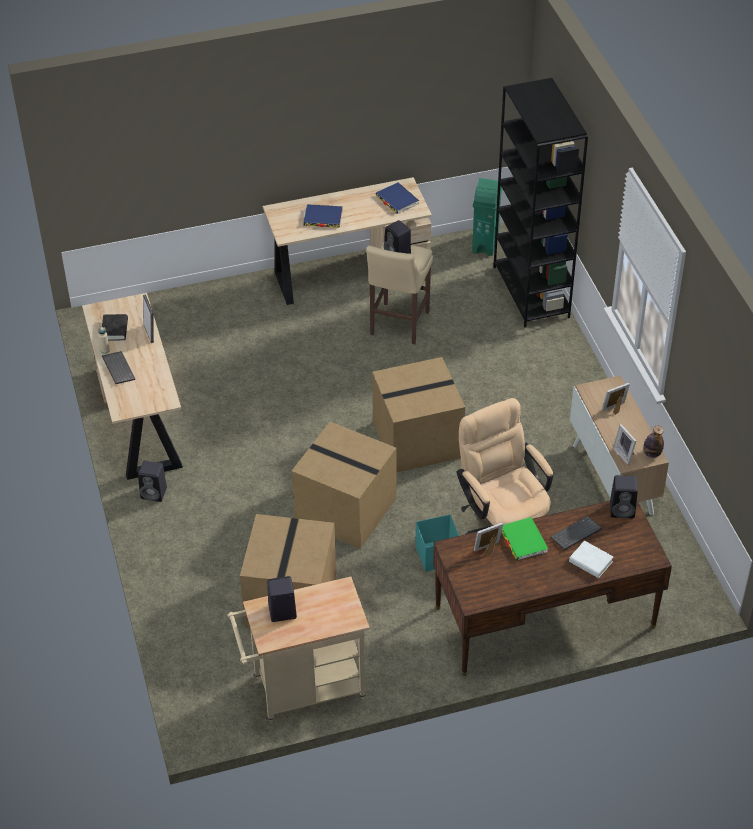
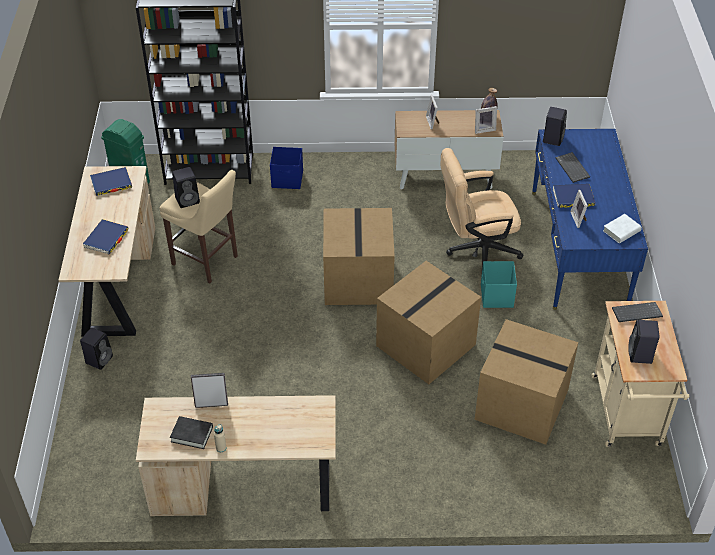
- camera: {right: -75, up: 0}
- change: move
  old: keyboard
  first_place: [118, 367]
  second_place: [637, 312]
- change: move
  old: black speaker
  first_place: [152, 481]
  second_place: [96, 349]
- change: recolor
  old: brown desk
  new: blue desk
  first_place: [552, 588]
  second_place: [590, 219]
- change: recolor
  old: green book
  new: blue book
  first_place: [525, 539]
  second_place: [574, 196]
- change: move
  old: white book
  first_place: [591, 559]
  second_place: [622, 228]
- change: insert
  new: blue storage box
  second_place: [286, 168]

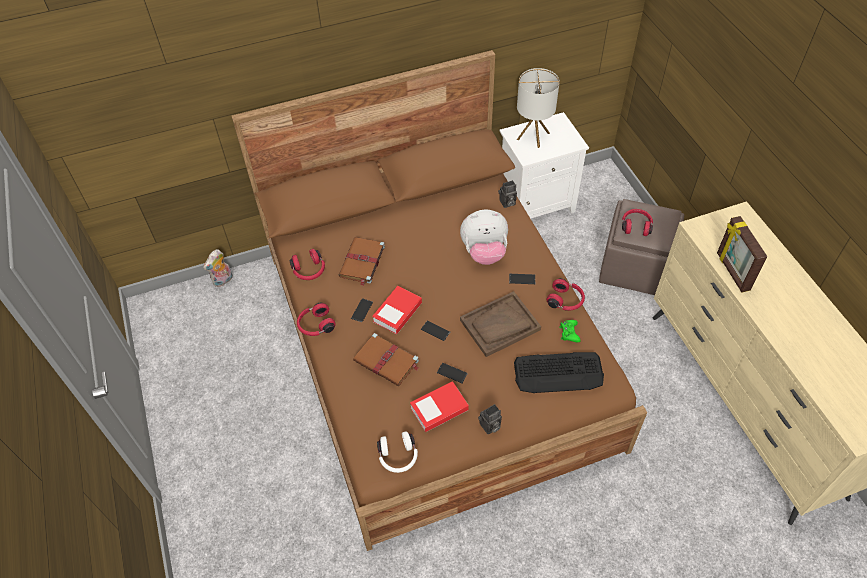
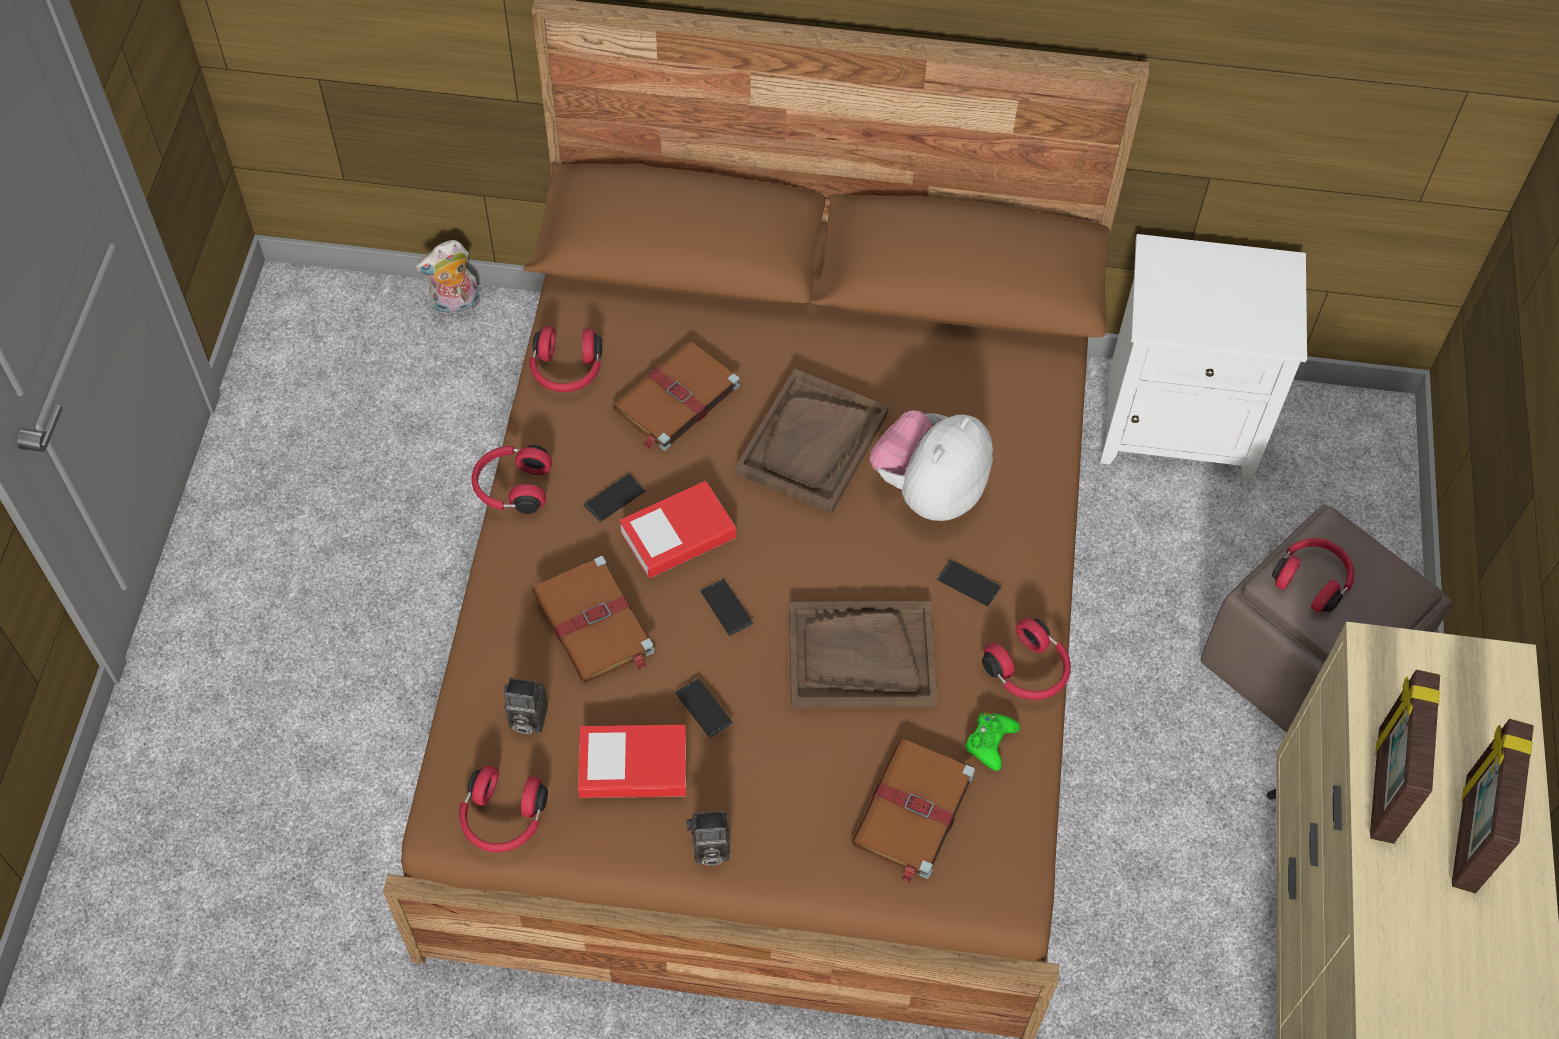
- camera: {right: 25, up: 5}
- change: delete
  old: table lamp
  first_place: [538, 108]
- change: move
  old: photo camera
  first_place: [507, 194]
  second_place: [526, 706]
- change: rotate
  old: plush toy
  first_place: [484, 237]
  second_place: [931, 465]
  degrees: 105
- change: replace
  old: keyboard
  new: brown book
  first_place: [559, 372]
  second_place: [913, 811]
- change: recolor
  old: white headphones
  new: red headphones
  first_place: [397, 452]
  second_place: [503, 808]
- change: insert
  new: brown tray
  second_place: [812, 441]
- change: insert
  new: picture frame
  second_place: [1493, 806]

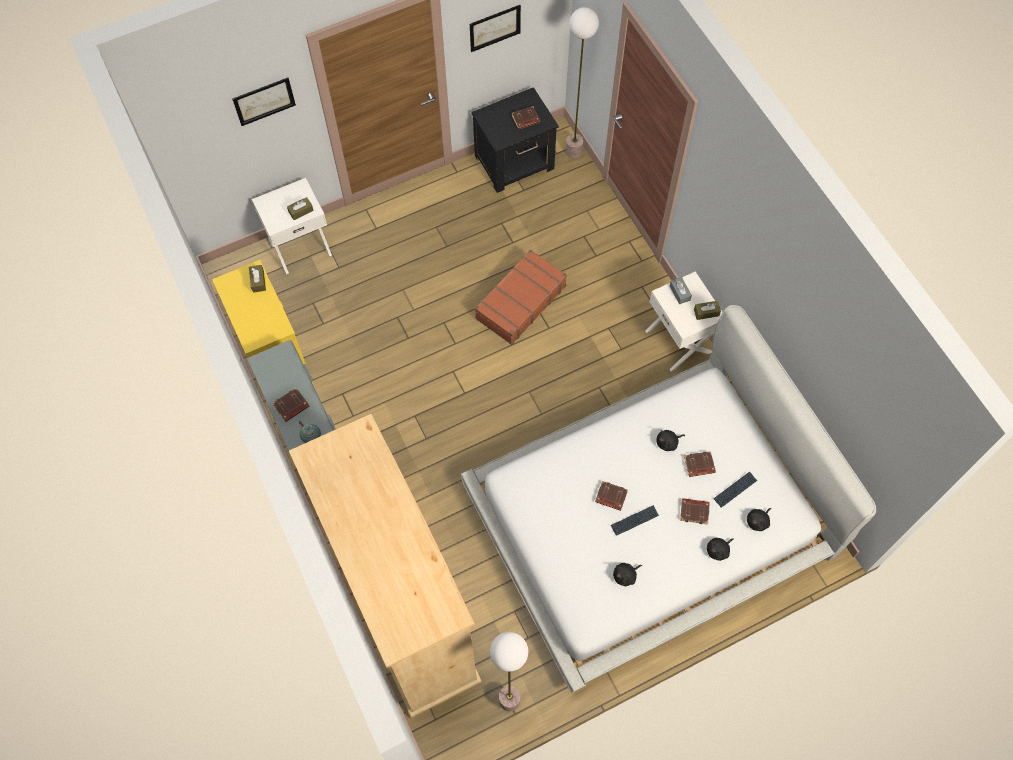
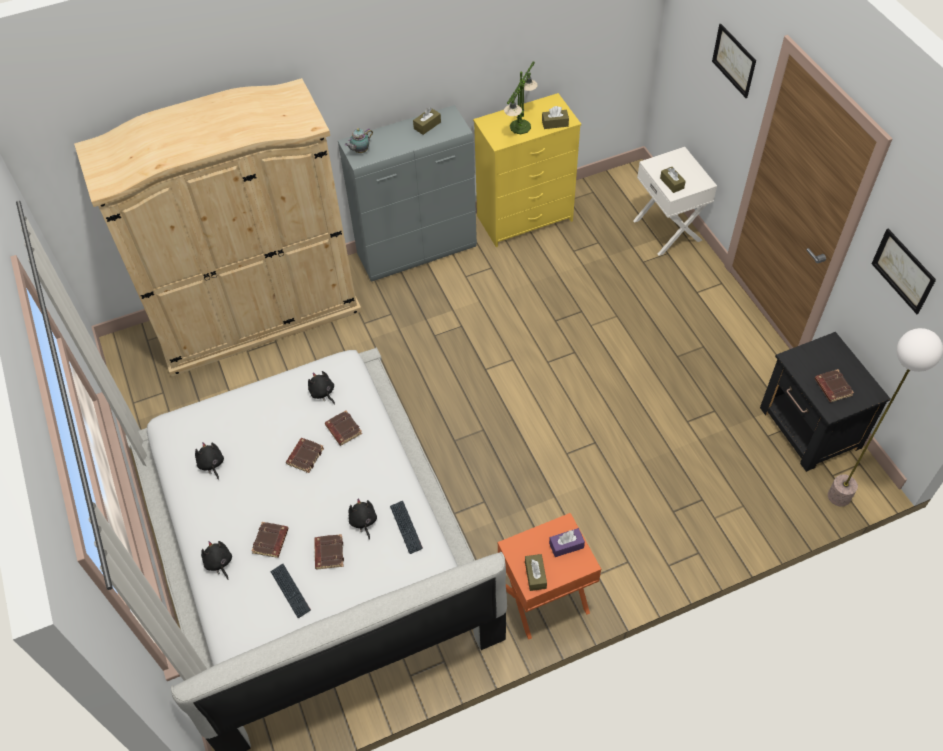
- camera: {right: 95, up: -10}
- change: delete
  old: brown suitcase
  first_place: [521, 297]
- change: recolor
  old: white nightstand
  new: orange nightstand
  first_place: [684, 321]
  second_place: [549, 576]
- change: recolor
  old: grey tissue box
  new: purple tissue box
  first_place: [681, 290]
  second_place: [567, 542]
- change: move
  old: brown book
  first_place: [290, 405]
  second_place: [343, 428]
- change: move
  old: keyboard
  first_place: [635, 520]
  second_place: [406, 527]
- change: move
  old: black plush toy
  first_place: [759, 519]
  second_place: [321, 388]
- change: delete
  old: floor lamp
  first_place: [509, 671]
- change: insert
  new: table lamp
  second_place: [521, 97]
- change: insert
  new: brown tissue box
  second_place: [427, 121]

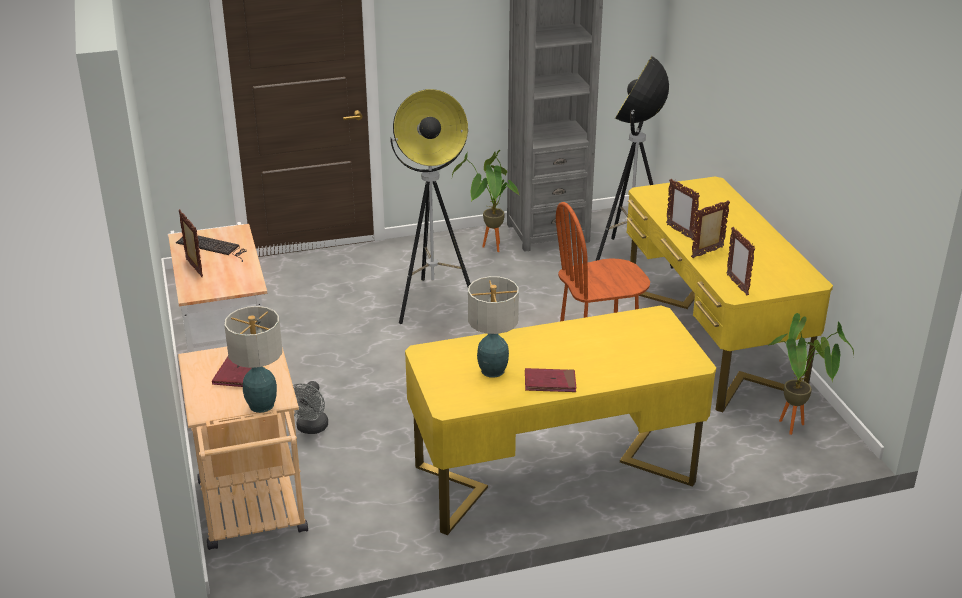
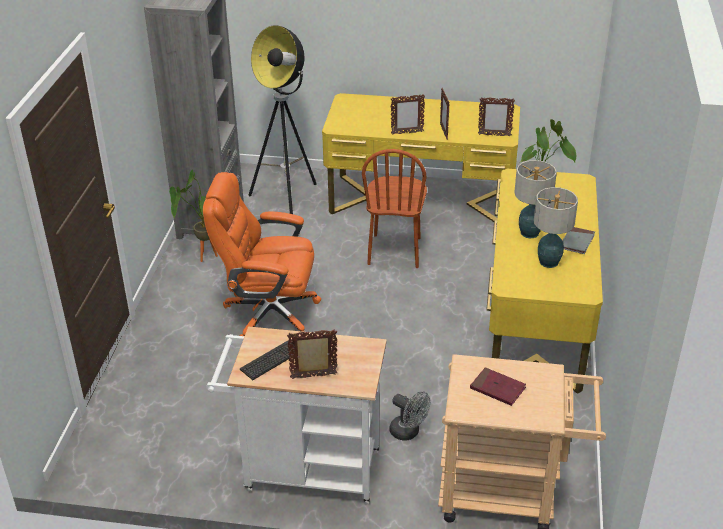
- camera: {right: -65, up: 5}
- change: replace
  old: floor lamp
  new: orange office chair
  first_place: [430, 206]
  second_place: [262, 254]
- change: move
  old: table lamp
  first_place: [253, 359]
  second_place: [535, 199]
- change: recolor
  old: red book
  new: grey book
  first_place: [550, 380]
  second_place: [579, 240]

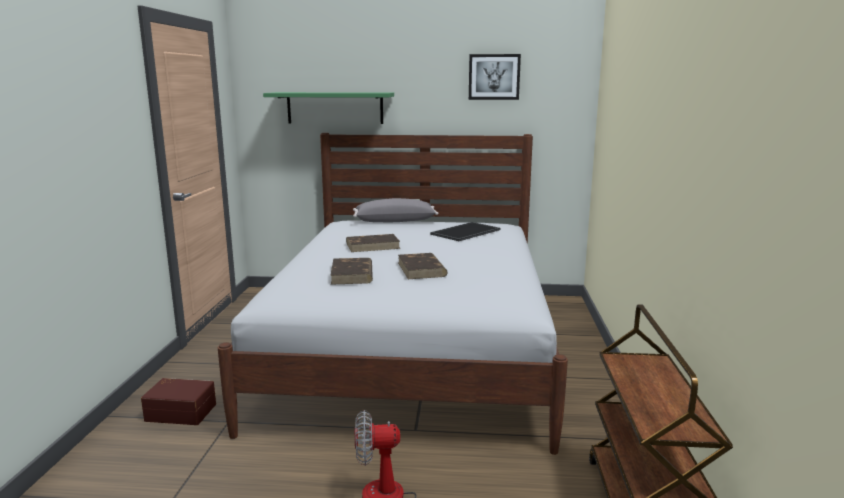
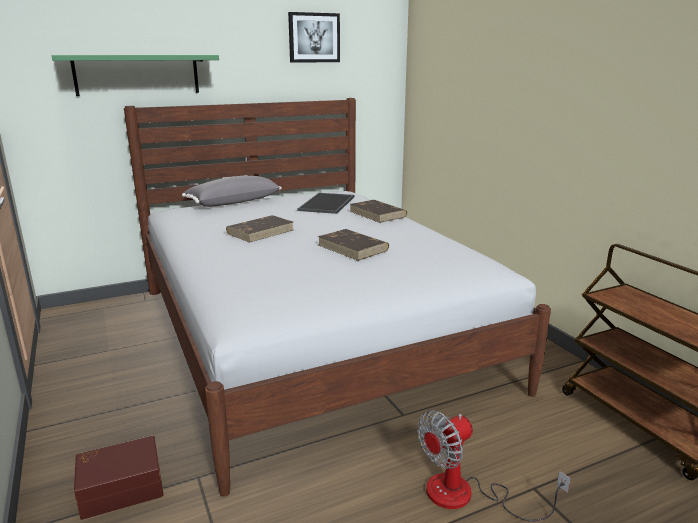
- camera: {right: -30, up: 5}
- change: move
  old: brown book
  first_place: [351, 271]
  second_place: [378, 211]

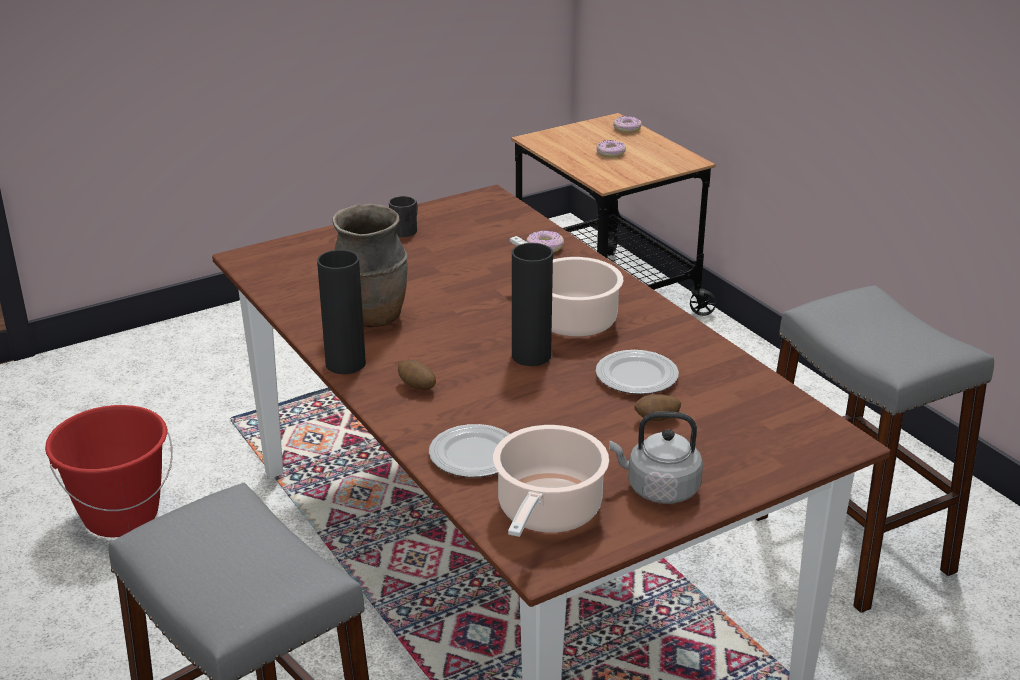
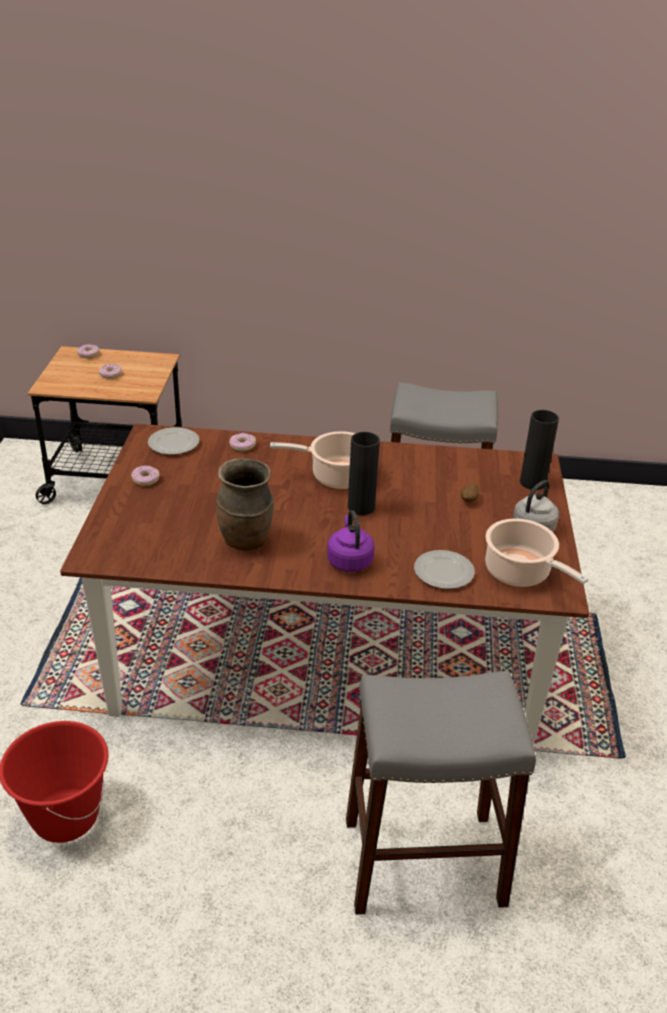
- camera: {right: -55, up: 5}
- change: replace
  old: black mug
  new: donut
  first_place: [403, 216]
  second_place: [145, 476]
- change: move
  old: black vase
  first_place: [341, 312]
  second_place: [539, 450]
- change: move
  old: plate
  first_place: [637, 372]
  second_place: [173, 441]
- change: replace
  old: potato
  new: purple kettle
  first_place: [417, 375]
  second_place: [350, 541]

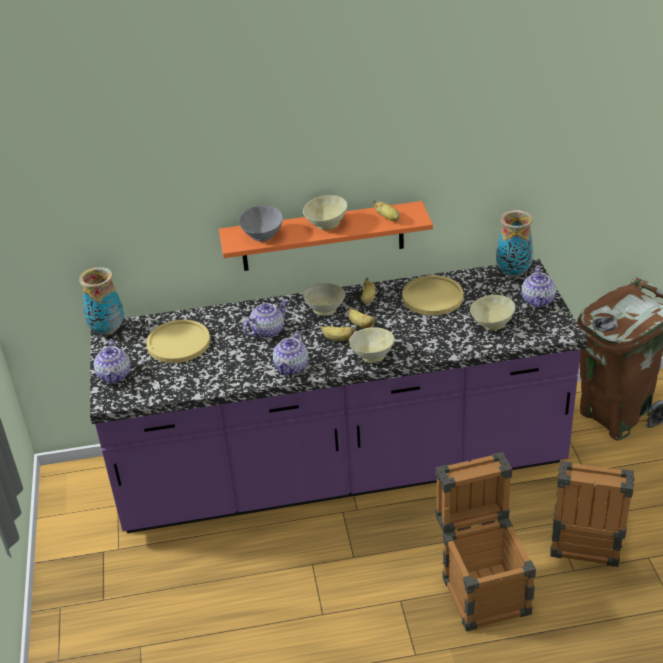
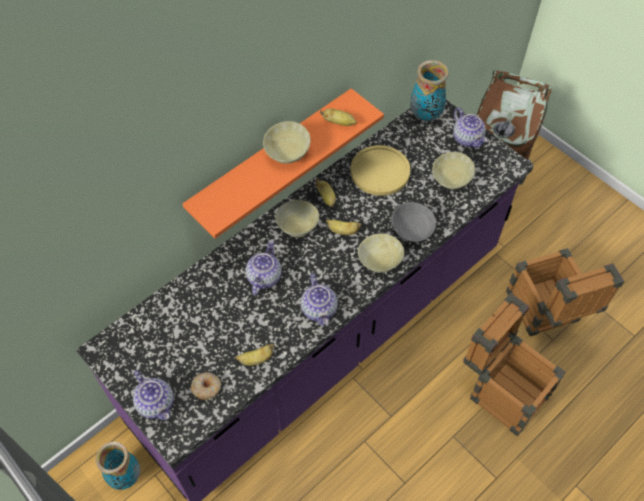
- camera: {right: -35, up: 20}
- change: move
  old: grey bowl
  first_place: [261, 223]
  second_place: [414, 222]
- change: move
  old: vase
  first_place: [101, 301]
  second_place: [118, 466]
- change: delete
  old: yellow plate
  first_place: [178, 341]
- change: move
  old: banana
  first_place: [338, 333]
  second_place: [255, 355]
- change: insert
  new: donut
  second_place: [206, 386]

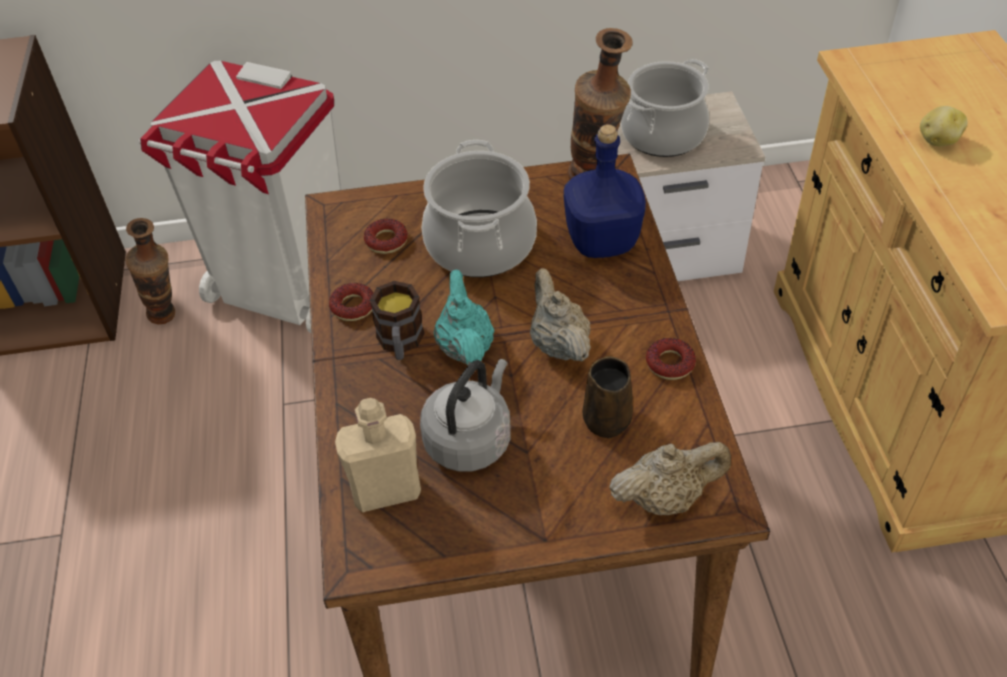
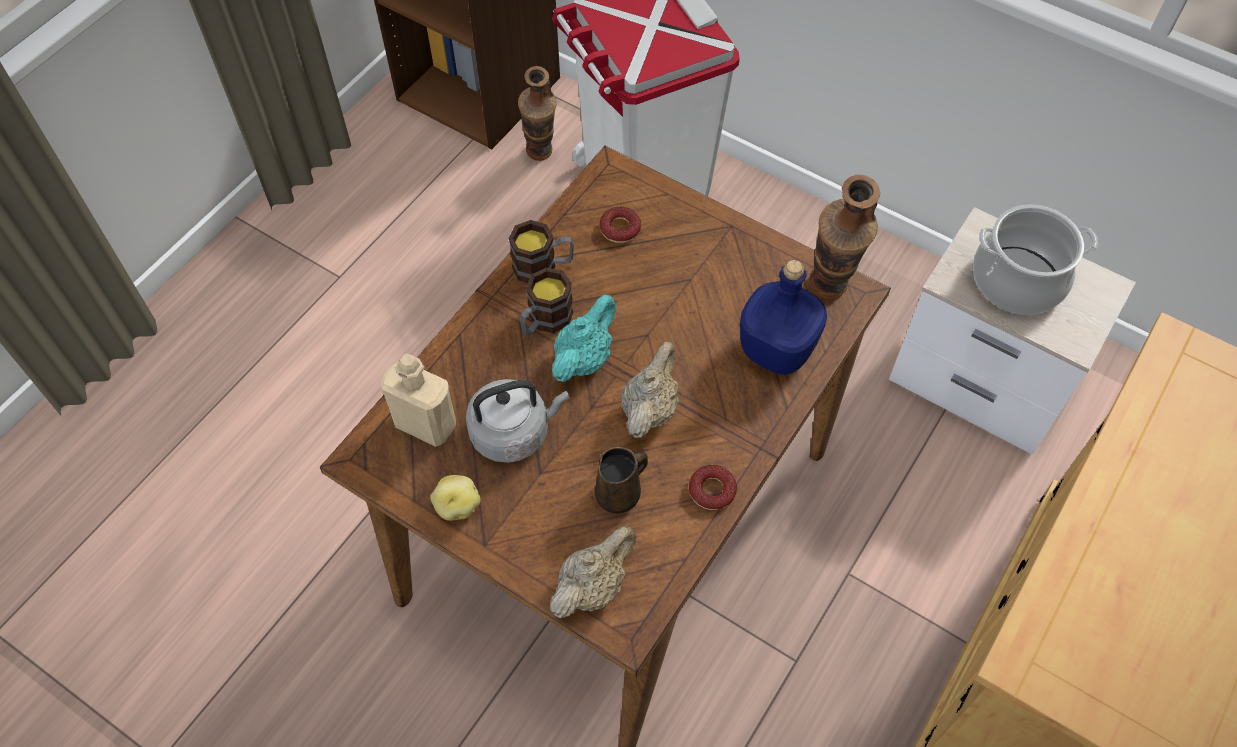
- camera: {right: 40, up: 10}
- change: move
  old: potato
  first_place: [944, 126]
  second_place: [455, 498]
- change: delete
  old: cooking pot
  first_place: [479, 208]
- change: replace
  old: donut
  new: mug
  first_place: [351, 302]
  second_place: [541, 251]
- change: rotate
  old: beige teapot
  first_place: [670, 478]
  second_place: [593, 571]
  degrees: -75

